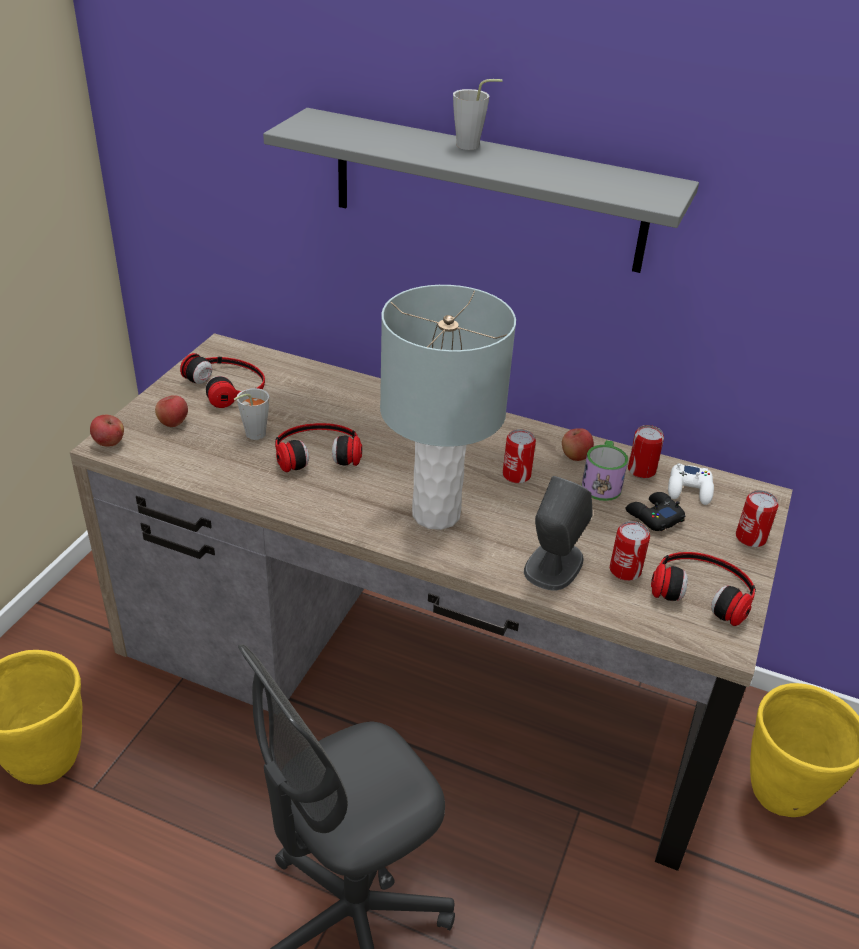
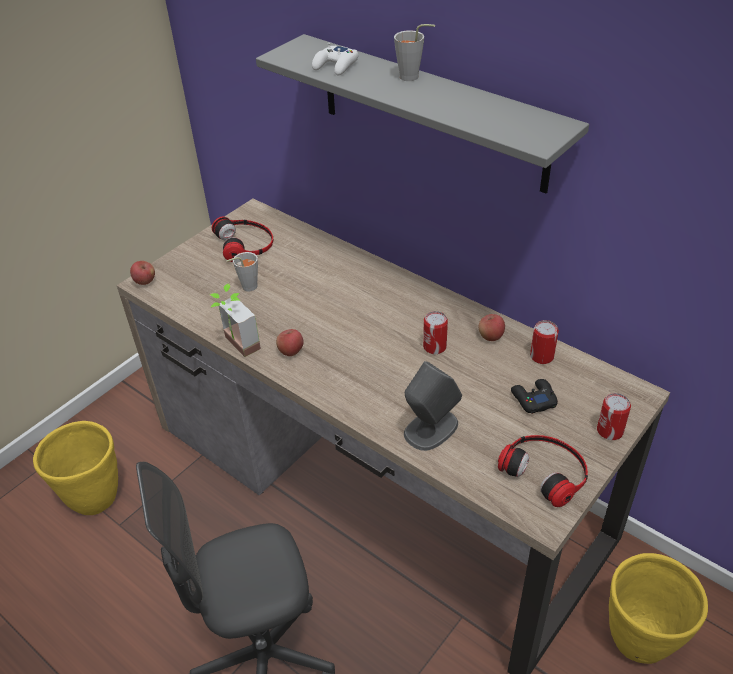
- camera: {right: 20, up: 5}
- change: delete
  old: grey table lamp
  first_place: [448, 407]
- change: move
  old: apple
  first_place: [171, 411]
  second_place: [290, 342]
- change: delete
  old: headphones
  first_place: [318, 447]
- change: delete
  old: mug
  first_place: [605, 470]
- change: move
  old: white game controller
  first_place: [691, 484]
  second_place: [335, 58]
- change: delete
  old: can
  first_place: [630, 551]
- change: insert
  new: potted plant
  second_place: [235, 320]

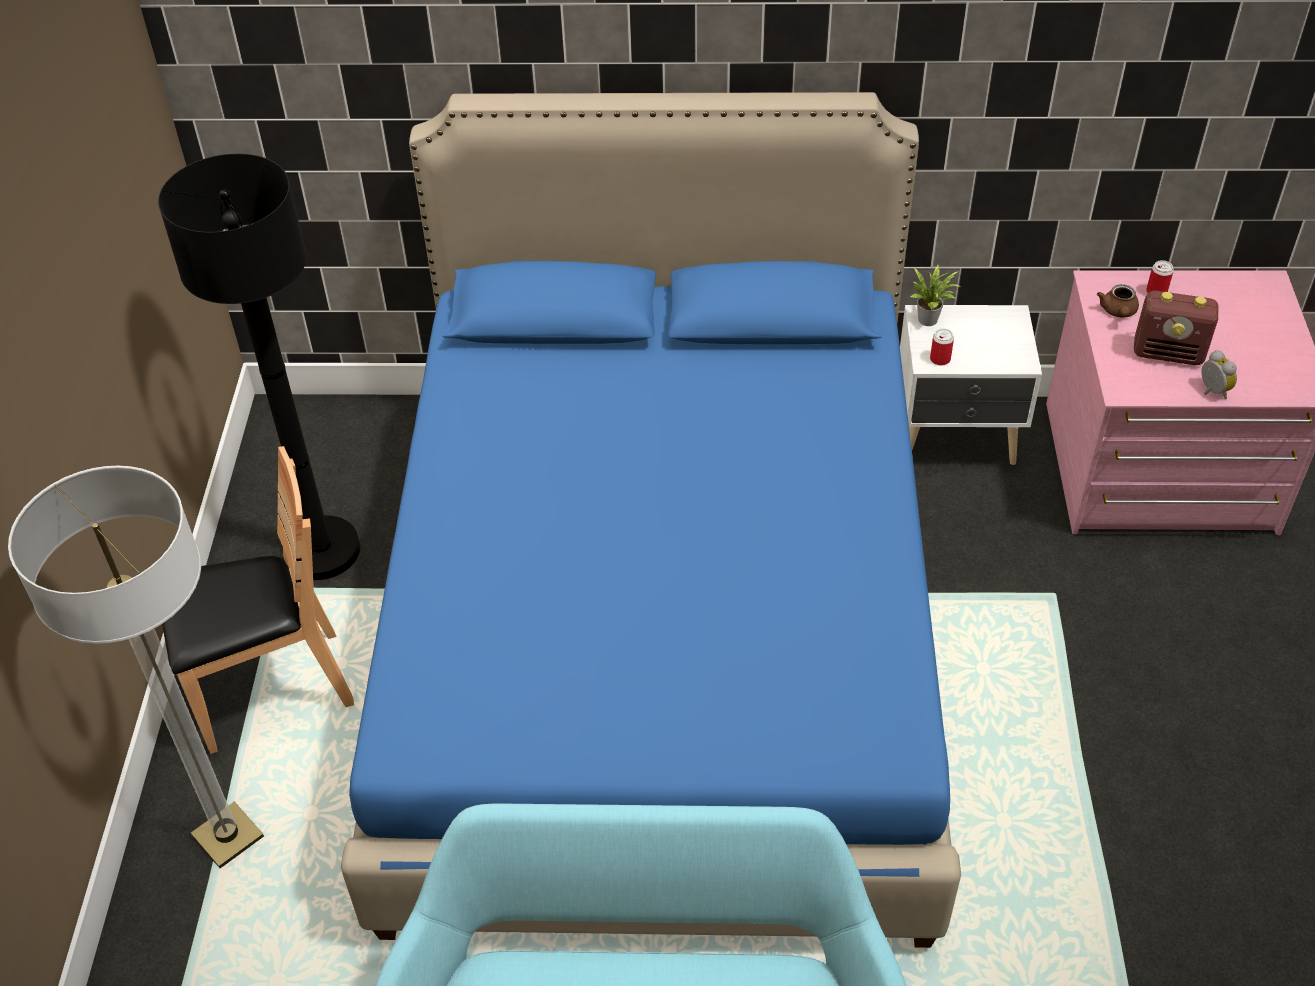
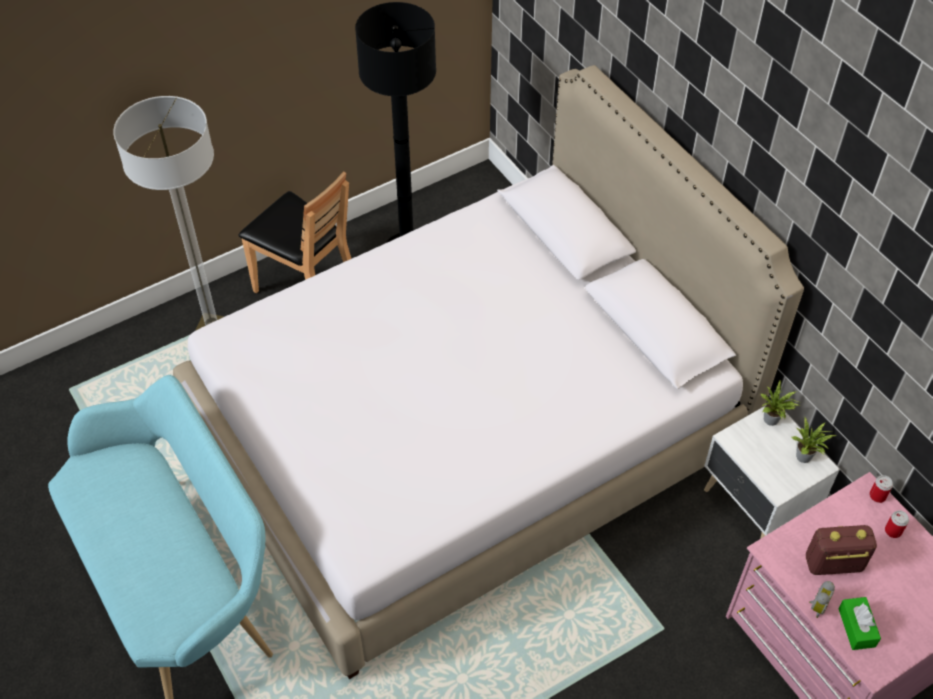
- camera: {right: 55, up: 5}
- change: recolor
  old: blue bed
  new: white bed
  first_place: [651, 520]
  second_place: [488, 372]
- change: delete
  old: brown teapot
  first_place: [1118, 301]
- change: rotate
  old: radio
  first_place: [1176, 328]
  second_place: [841, 550]
  degrees: 105
- change: move
  old: can
  first_place: [942, 347]
  second_place: [881, 489]
- change: insert
  new: potted plant
  second_place: [813, 440]
- change: insert
  new: green tissue box
  second_place: [859, 623]

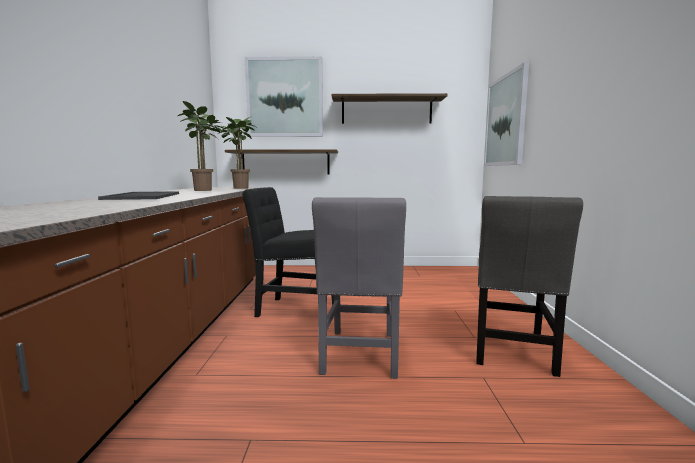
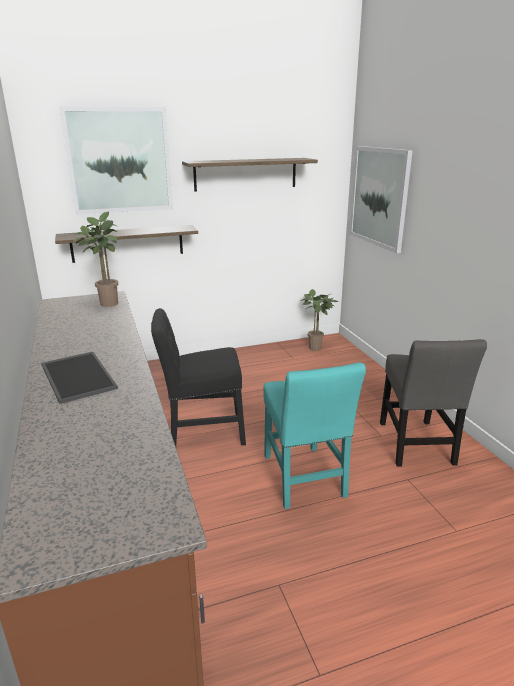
- camera: {right: -20, up: 15}
- change: move
  old: potted plant
  first_place: [201, 146]
  second_place: [319, 320]
- change: recolor
  old: grey chair
  new: turquoise chair
  first_place: [359, 288]
  second_place: [314, 436]

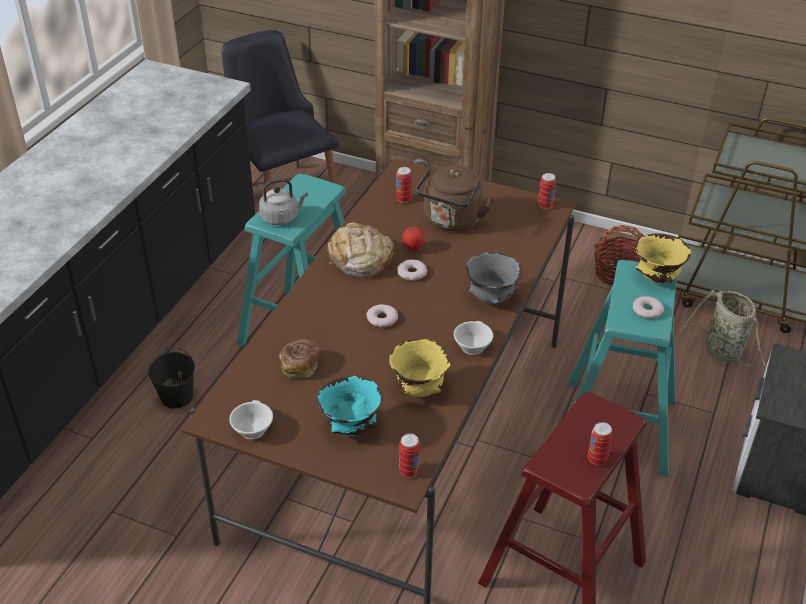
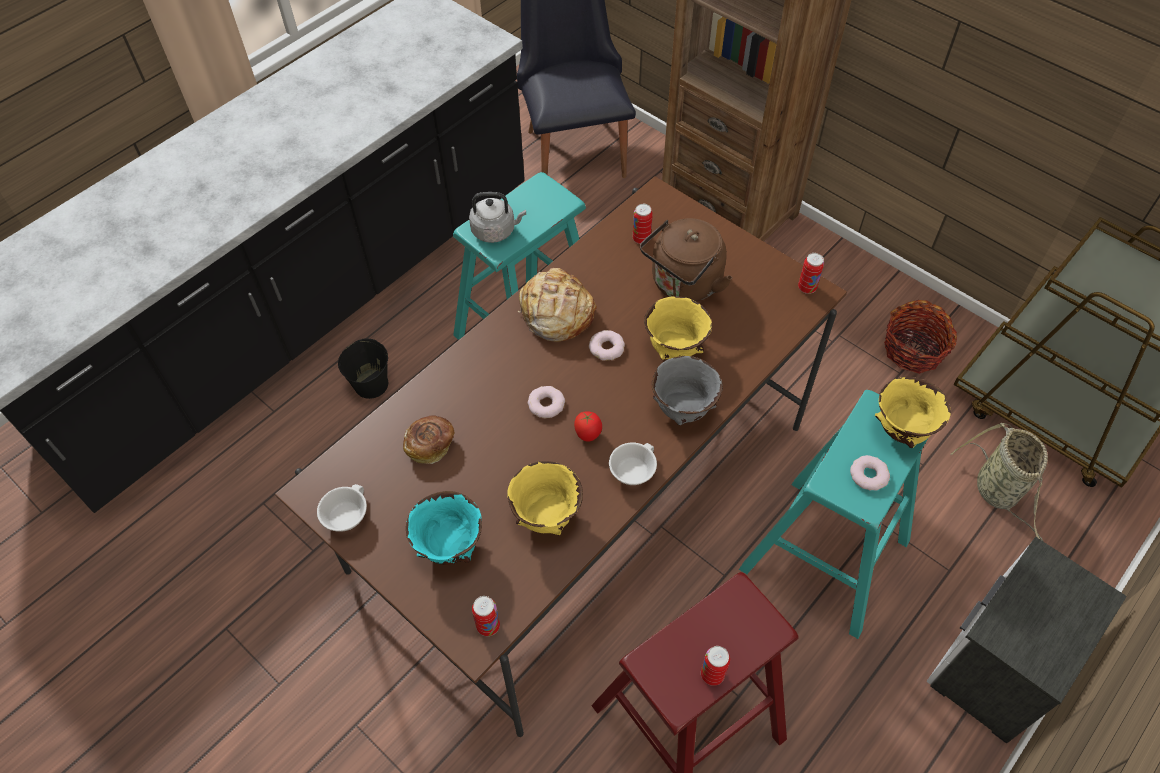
- camera: {right: 20, up: 15}
- change: move
  old: tomato
  first_place: [413, 239]
  second_place: [588, 426]
- change: insert
  new: yellow bowl
  second_place: [678, 327]

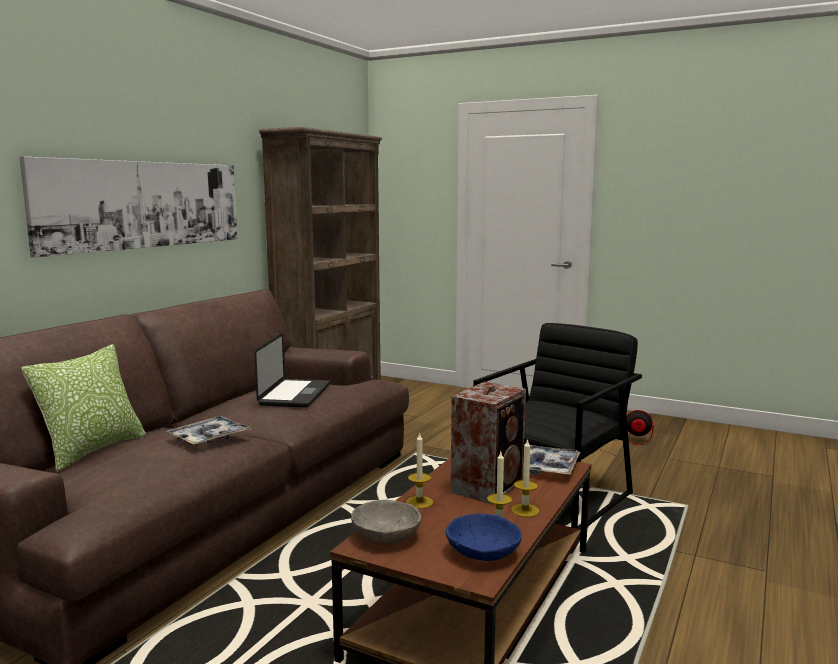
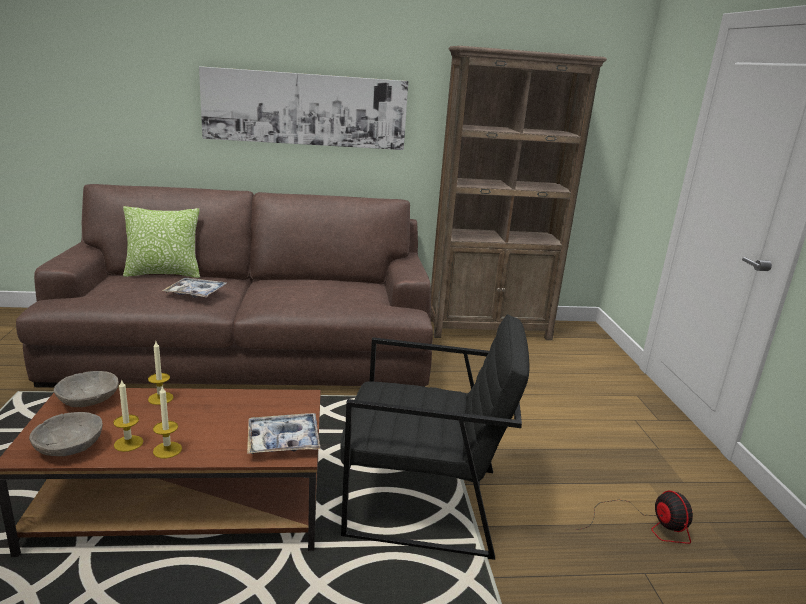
- camera: {right: 55, up: 10}
- change: delete
  old: laptop
  first_place: [292, 370]
- change: delete
  old: speaker
  first_place: [488, 443]
- change: recolor
  old: blue bowl
  new: grey bowl
  first_place: [483, 537]
  second_place: [66, 434]

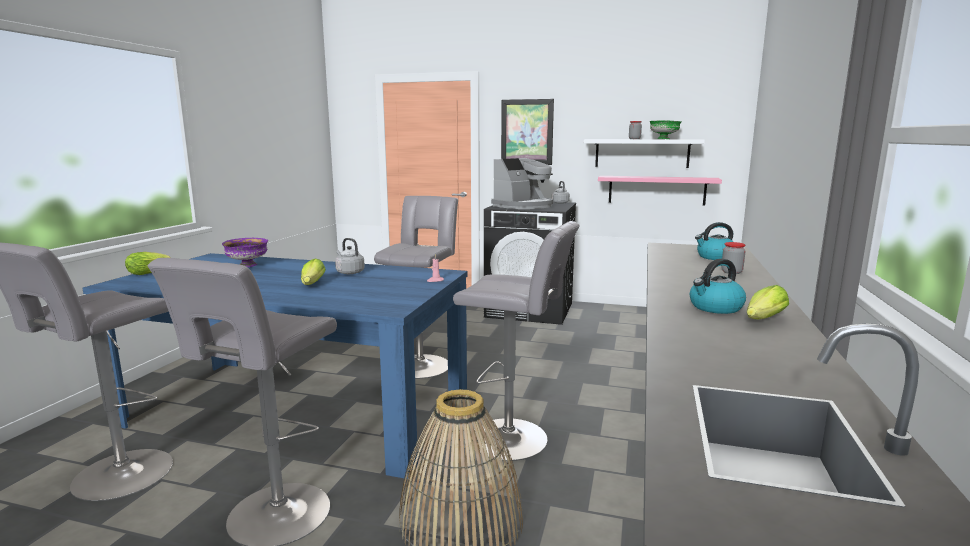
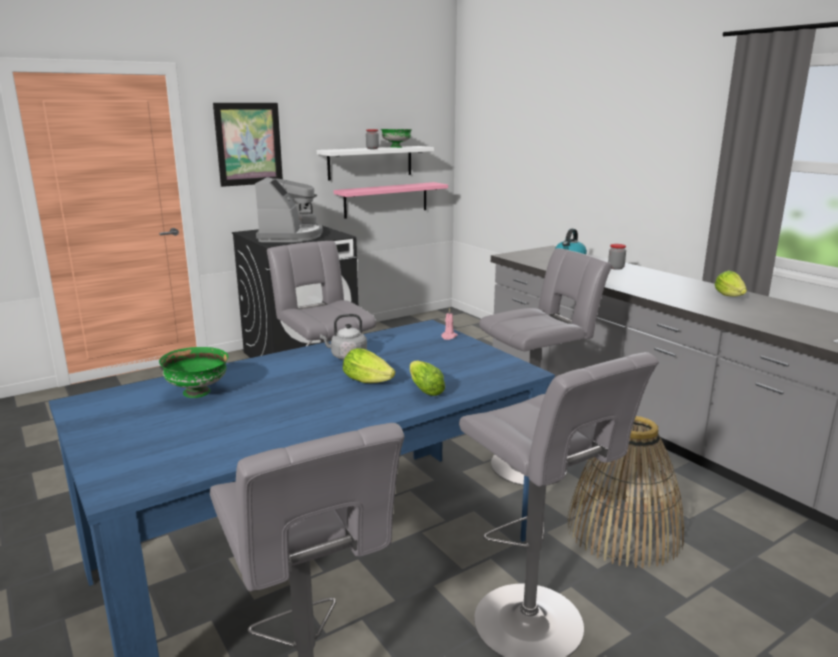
- camera: {right: -50, up: 5}
- change: recolor
  old: purple bowl
  new: green bowl
  first_place: [245, 252]
  second_place: [193, 372]
- change: move
  old: lettuce
  first_place: [147, 263]
  second_place: [427, 378]
- change: delete
  old: kettle
  first_place: [718, 286]

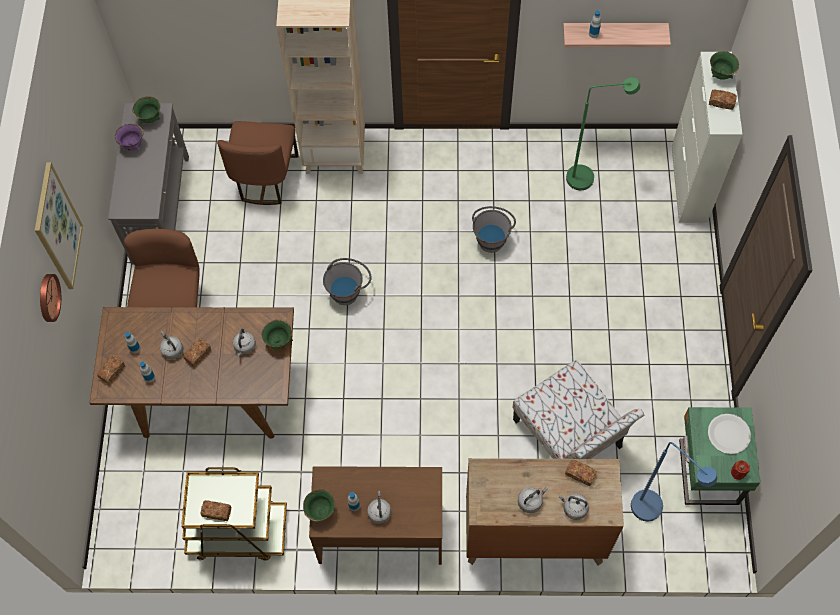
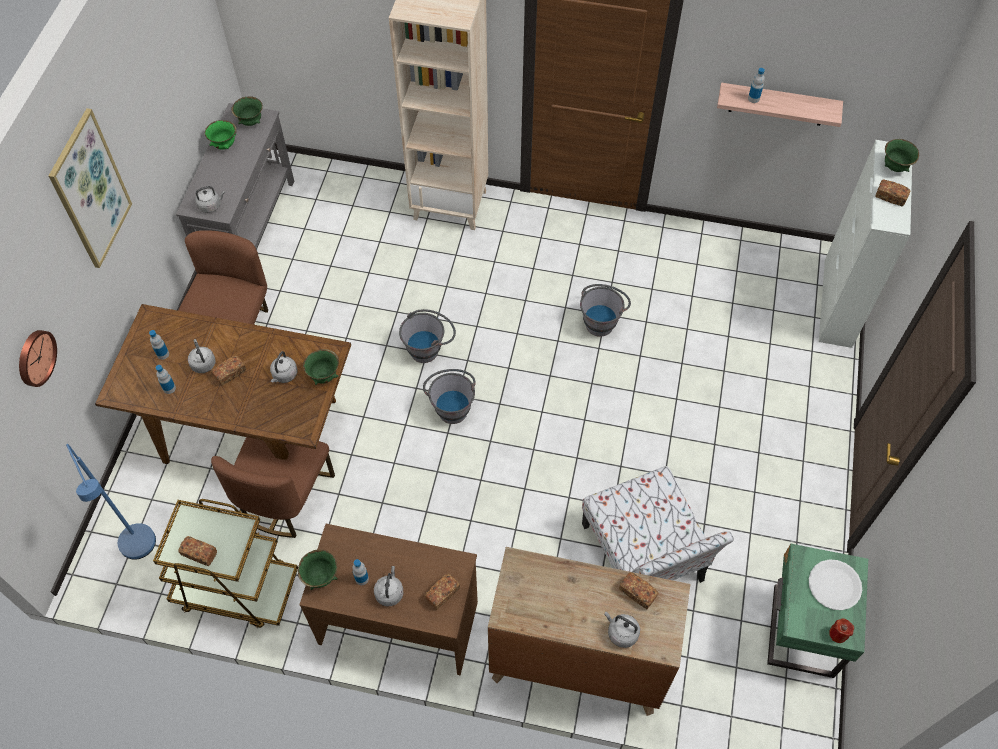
- camera: {right: 10, up: -5}
- change: delete
  old: green floor lamp
  first_place: [603, 133]
- change: move
  old: brown chair
  first_place: [258, 163]
  second_place: [273, 487]
- change: recolor
  old: purple bowl
  new: green bowl
  first_place: [129, 137]
  second_place: [221, 135]
- change: move
  old: wall clock
  first_place: [50, 298]
  second_place: [38, 358]
- change: move
  old: bread
  first_place: [111, 370]
  second_place: [442, 592]
- change: move
  old: blue floor lamp
  first_place: [674, 481]
  second_place: [111, 502]
- change: move
  old: grey kettle
  first_place: [533, 500]
  second_place: [210, 199]
- change: insert
  new: grey bucket
  second_place: [449, 396]

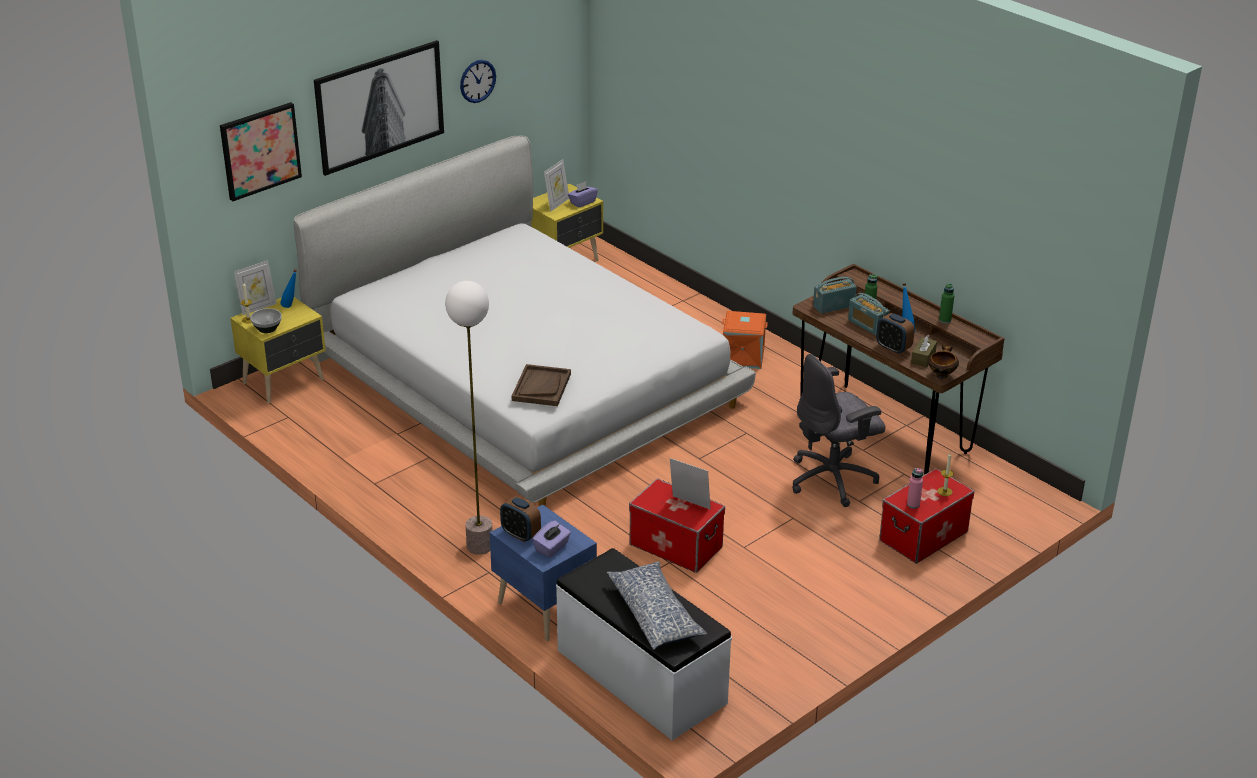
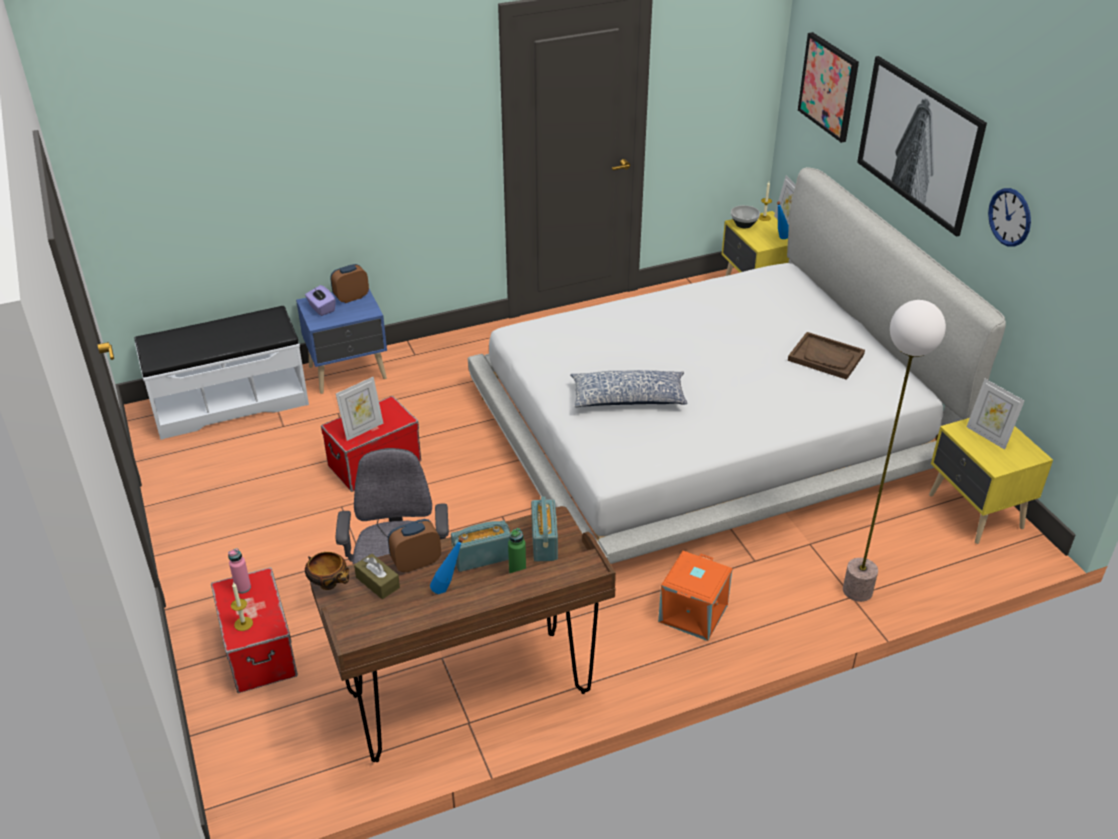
- camera: {right: 110, up: 5}
- change: delete
  old: purple tissue box
  first_place: [583, 194]
- change: move
  old: floor lamp
  first_place: [469, 417]
  second_place: [894, 451]
- change: delete
  old: green bottle
  first_place: [946, 303]
- change: move
  old: brown tray
  first_place: [541, 385]
  second_place: [826, 356]
- change: move
  old: pillow
  first_place: [656, 605]
  second_place: [628, 388]

